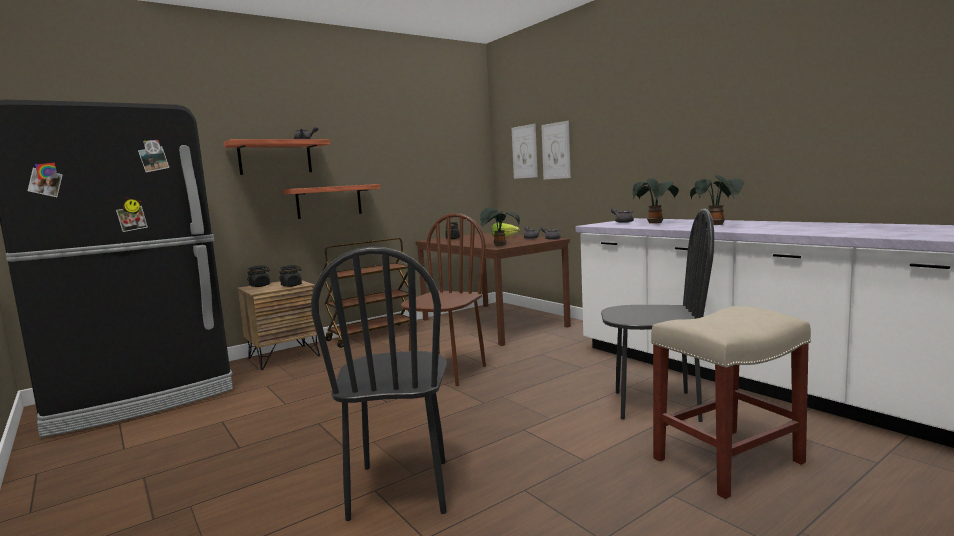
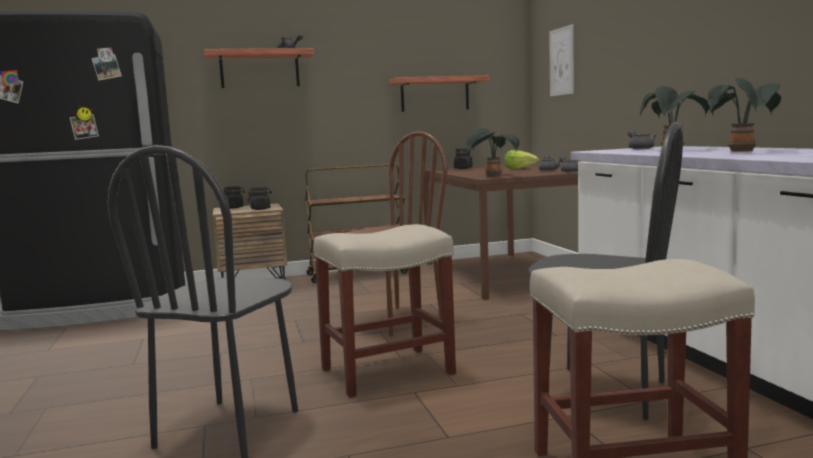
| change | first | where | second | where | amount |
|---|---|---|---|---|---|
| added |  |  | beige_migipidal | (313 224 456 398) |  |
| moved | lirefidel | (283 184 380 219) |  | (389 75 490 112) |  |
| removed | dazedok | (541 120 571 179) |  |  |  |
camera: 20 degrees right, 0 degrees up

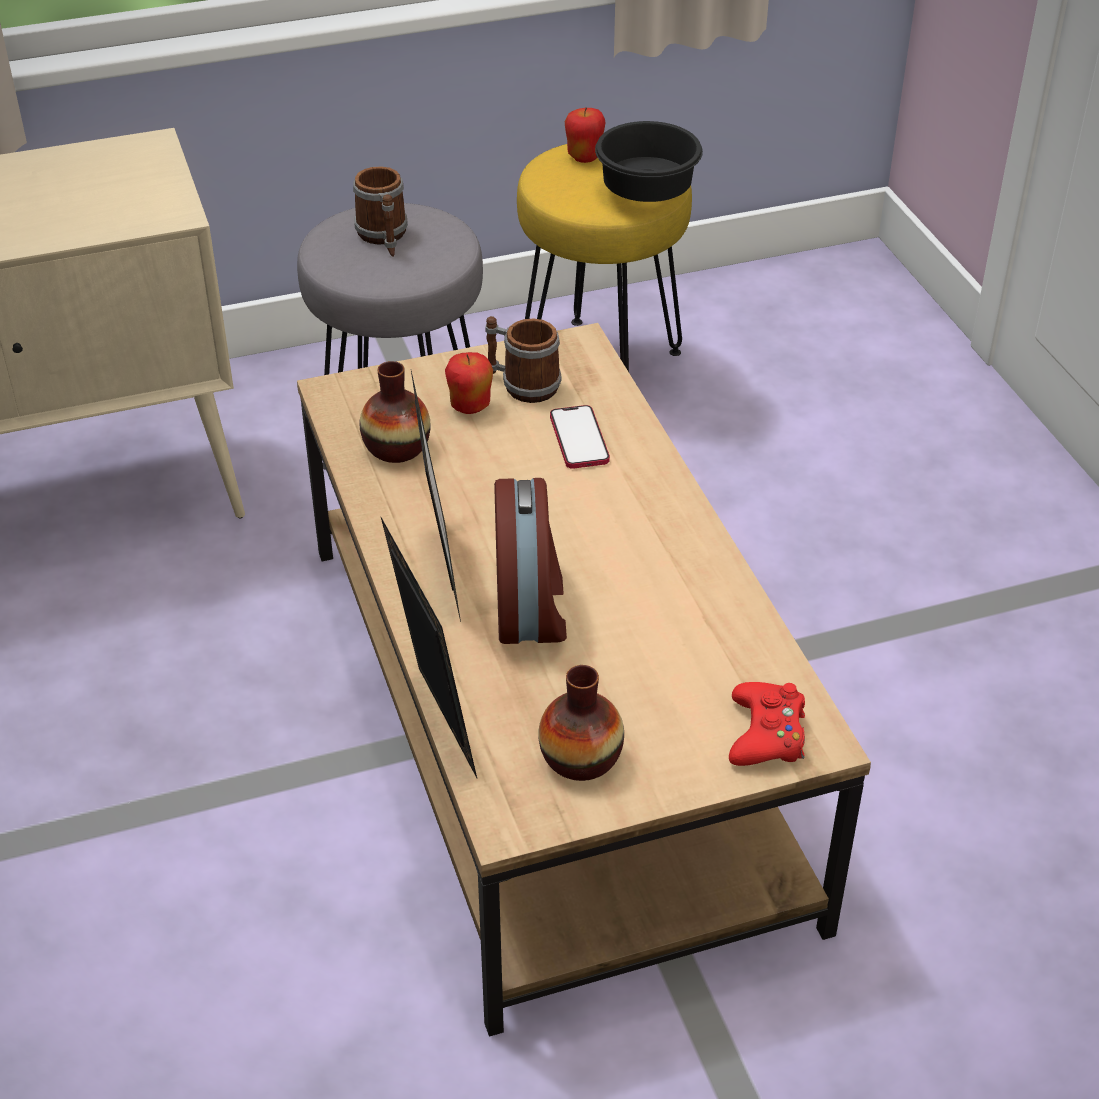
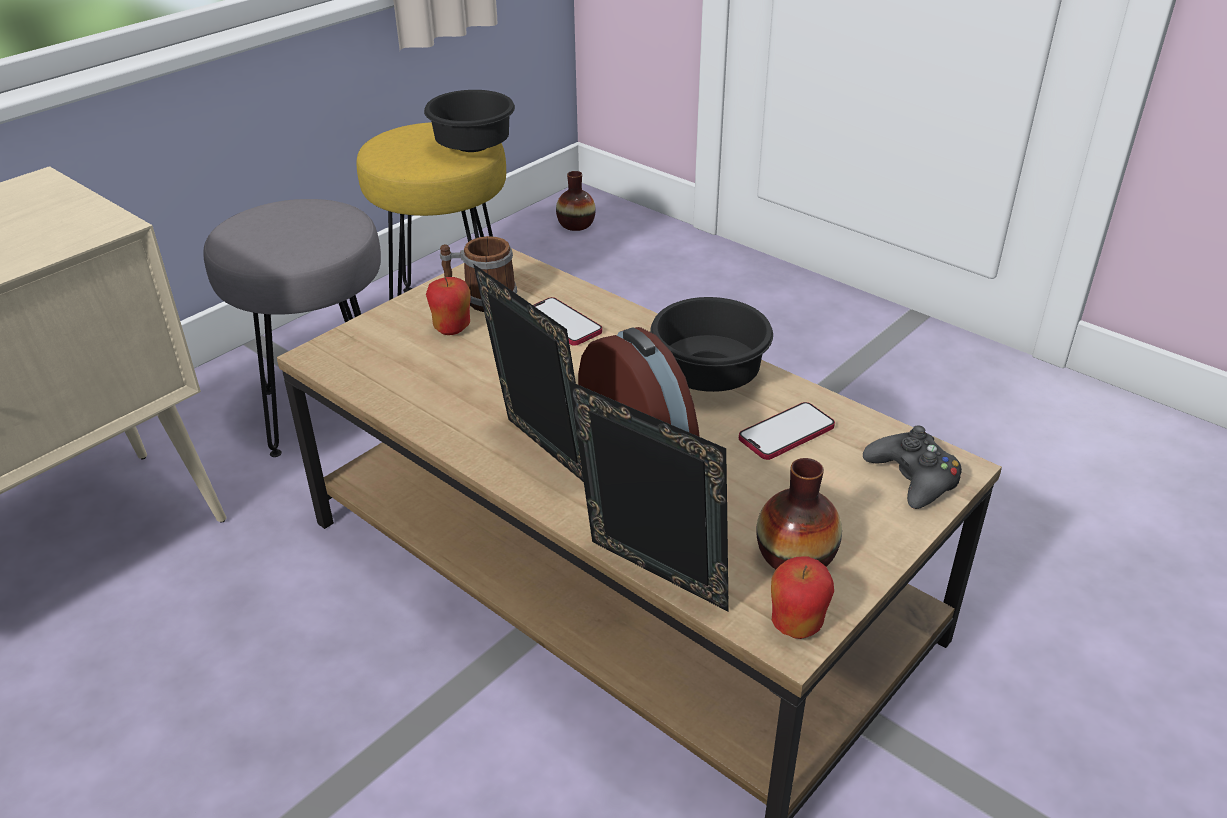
| change | first | where | second | where | amount |
|---|---|---|---|---|---|
| moved | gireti | (360 361 431 463) |  | (556 171 596 231) |  |
| added |  |  | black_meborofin | (650 297 773 392) |  |
| added |  |  | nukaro | (739 402 835 460) |  |
| moved | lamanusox | (565 107 606 163) |  | (771 557 834 639) |  |
| recoloured | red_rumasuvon | (729 682 805 766) | black_rumasuvon | (863 426 962 509) |  |
| removed | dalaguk | (353 166 408 257) |  |  |  |
camera: 30 degrees left, 5 degrees down

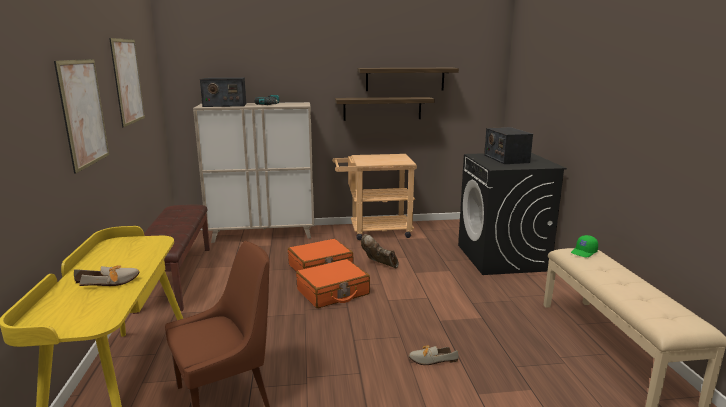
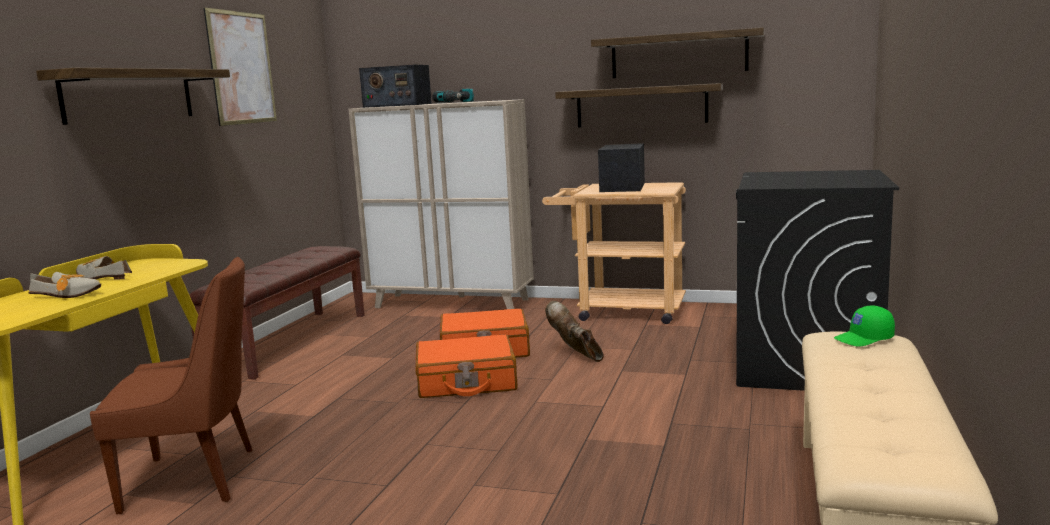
| change | first | where | second | where | amount |
|---|---|---|---|---|---|
| replaced | dazedok | (54 59 109 174) | lirefidel | (36 68 230 125) |  |
| moved | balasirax | (409 345 459 365) |  | (76 256 132 280) |  |
| moved | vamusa | (484 127 533 164) |  | (598 143 645 192) |  |
camera: 25 degrees right, 5 degrees down

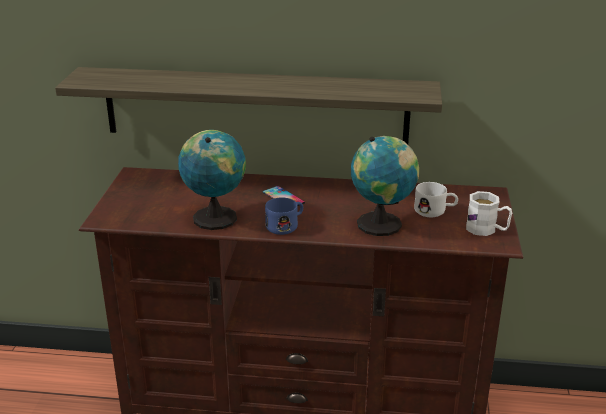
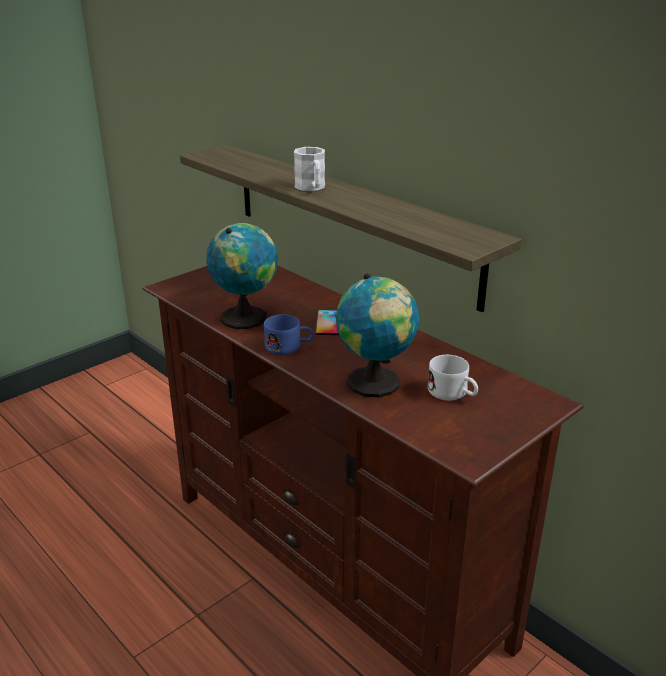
| change | first | where | second | where | amount |
|---|---|---|---|---|---|
| moved | white_dalaguk | (466 191 512 236) |  | (294 147 325 191) |  |
camera: 40 degrees right, 0 degrees up

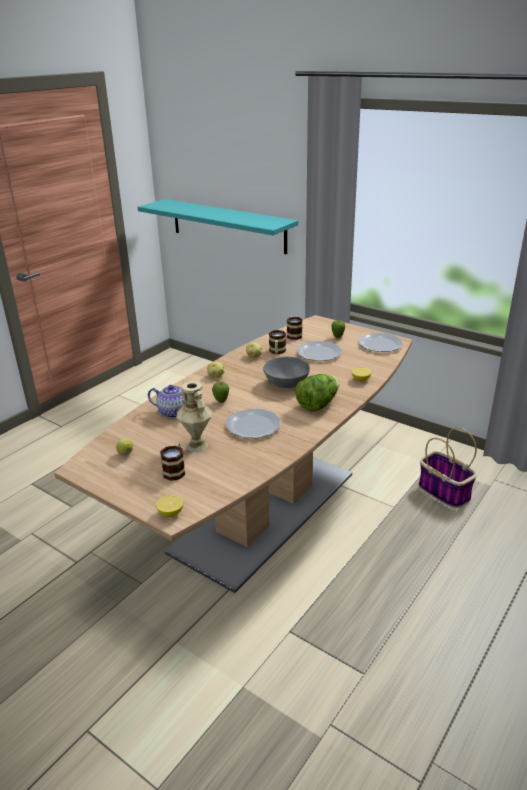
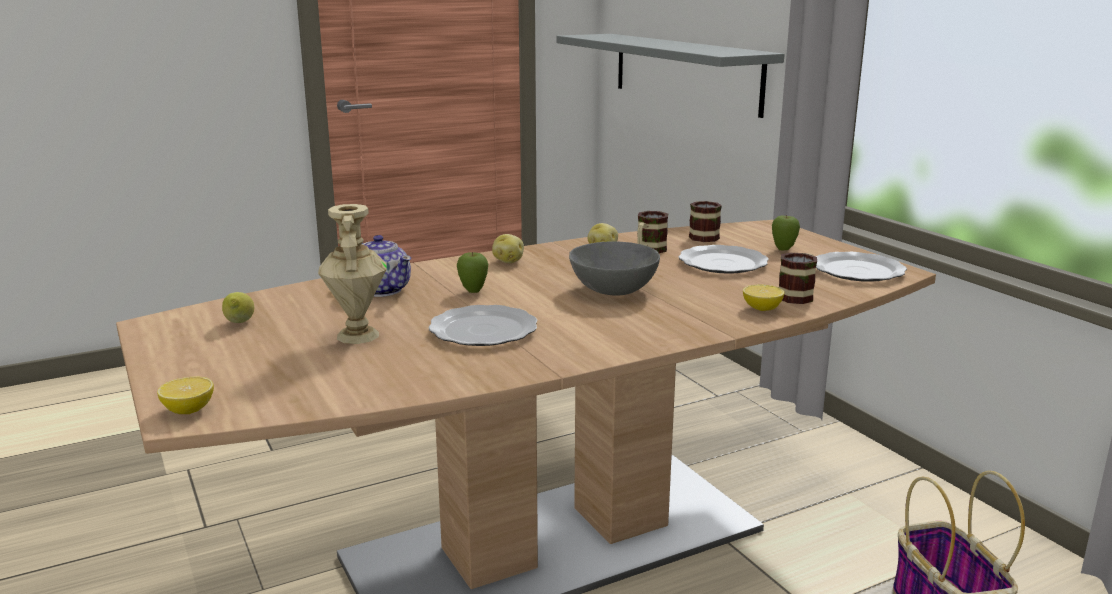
| change | first | where | second | where | amount |
|---|---|---|---|---|---|
| recoloured | turquoise_lirefidel | (138 199 298 254) | grey_lirefidel | (556 34 785 118) |  |
| moved | dalaguk | (160 443 185 481) |  | (779 252 817 304) |  |
| removed | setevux | (295 374 339 412) |  |  |  |
camera: 25 degrees right, 10 degrees down

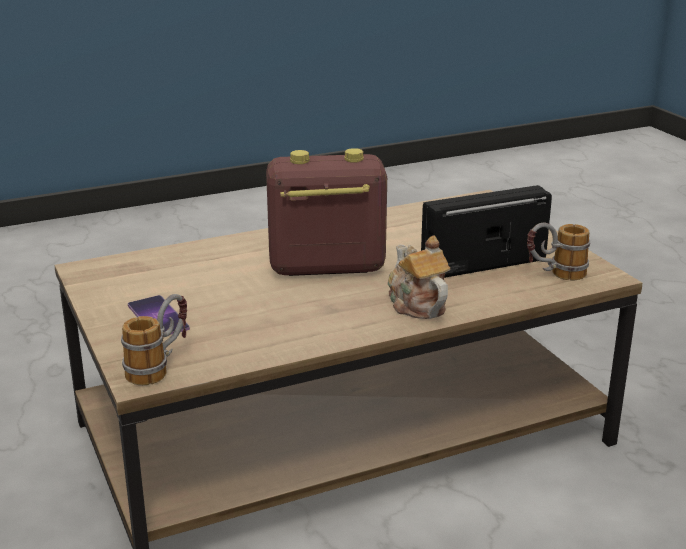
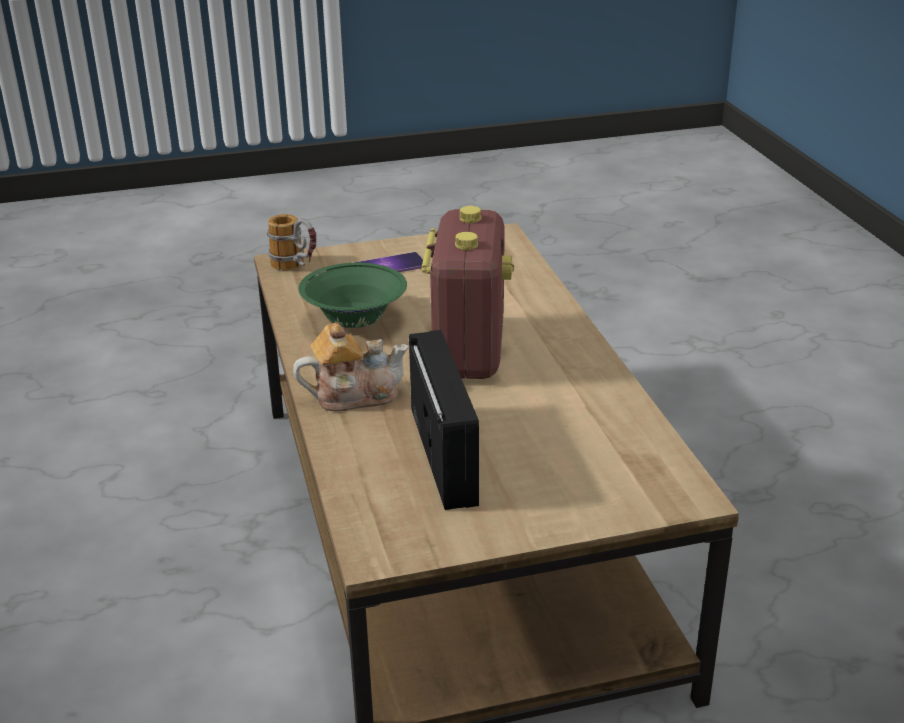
| change | first | where | second | where | amount |
|---|---|---|---|---|---|
| added |  |  | green_meborofin | (298 263 407 328) |  |
| removed | dalaguk | (527 223 590 280) |  |  |  |
camera: 100 degrees right, 5 degrees up

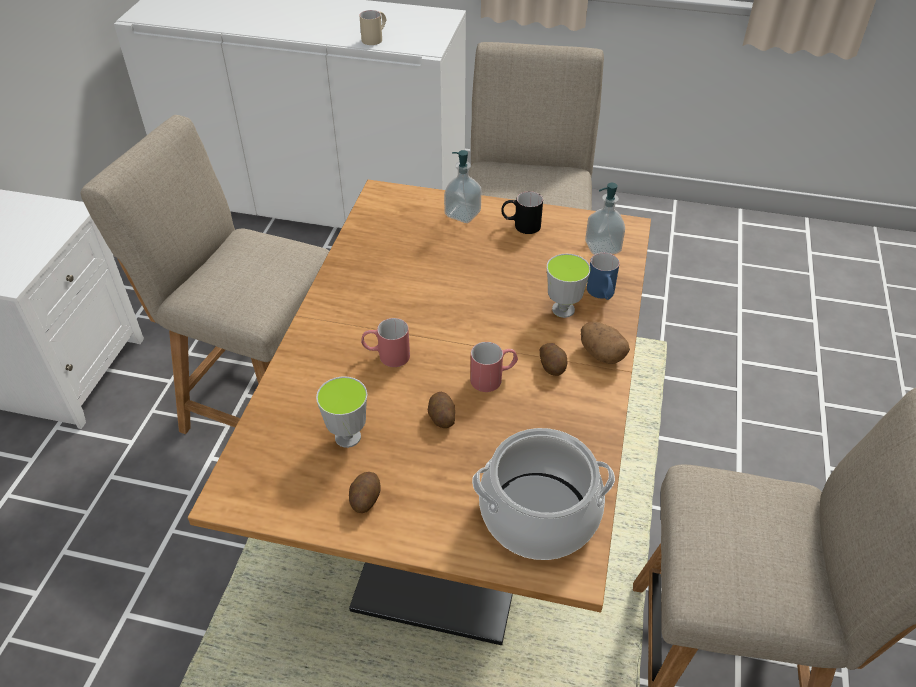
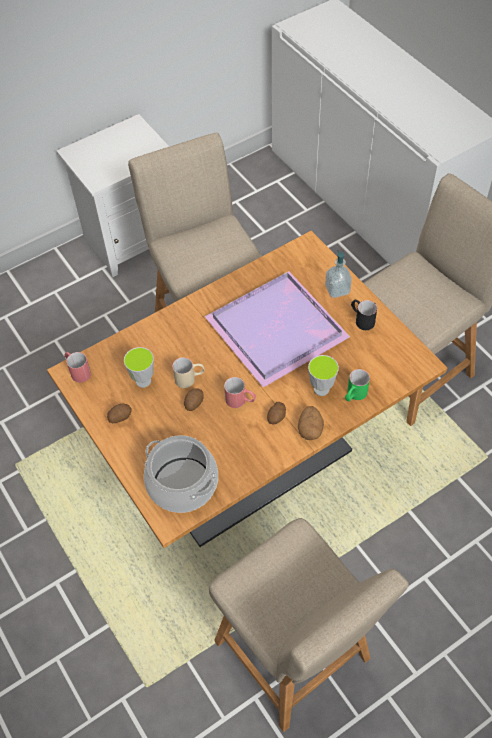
| change | first | where | second | where | amount |
|---|---|---|---|---|---|
| moved | red_dalaguk | (361 318 410 367) |  | (64 352 91 383) |  |
| moved | beige_dalaguk | (359 10 386 45) |  | (173 357 205 388) |  |
| added |  |  | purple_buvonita | (204 271 350 388) |  |
| recoloured | blue_dalaguk | (587 253 620 300) | green_dalaguk | (345 369 370 401) |  |
| removed | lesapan | (585 183 625 255) |  |  |  |
camera: 45 degrees right, 10 degrees up

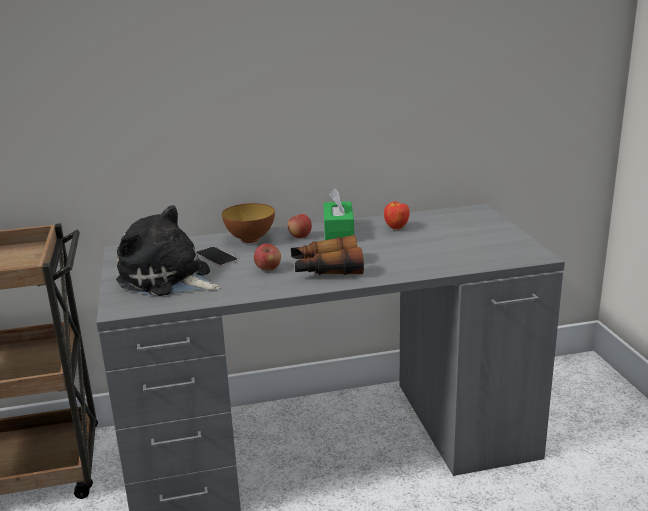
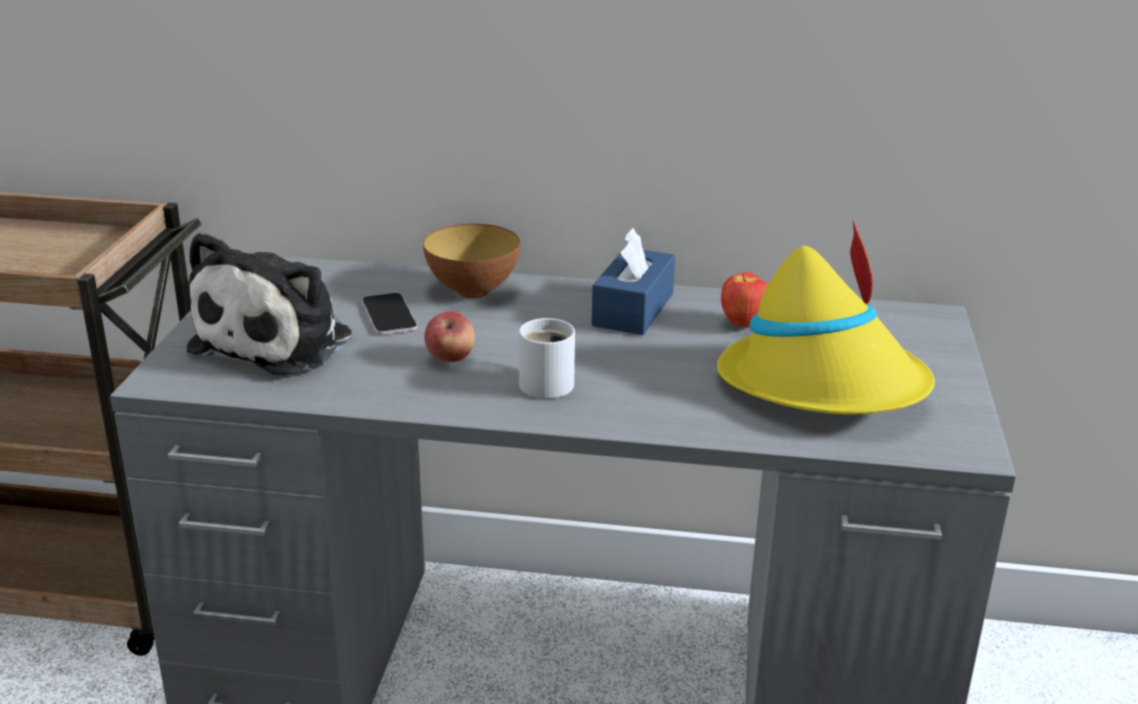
| change | first | where | second | where | amount |
|---|---|---|---|---|---|
| turned | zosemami | (116 205 221 296) |  | (187 232 352 375) | 120 degrees counterclockwise |
| replaced | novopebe | (291 235 364 275) | white_dalaguk | (519 318 575 399) |  |
| recoloured | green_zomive | (323 188 354 240) | blue_zomive | (591 227 675 335) |  |
| added |  |  | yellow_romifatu | (717 220 935 415) |  |
| removed | lamanusox | (287 214 312 238) |  |  |  |
camera: 20 degrees right, 5 degrees up

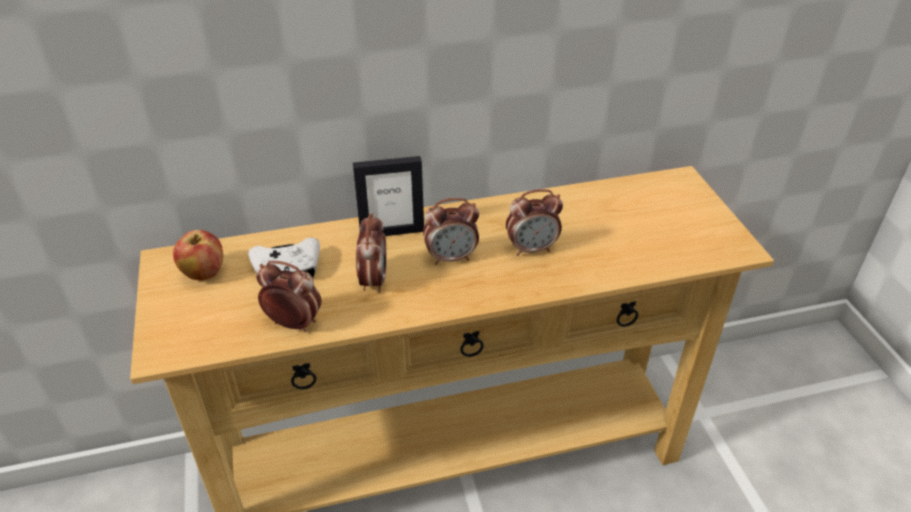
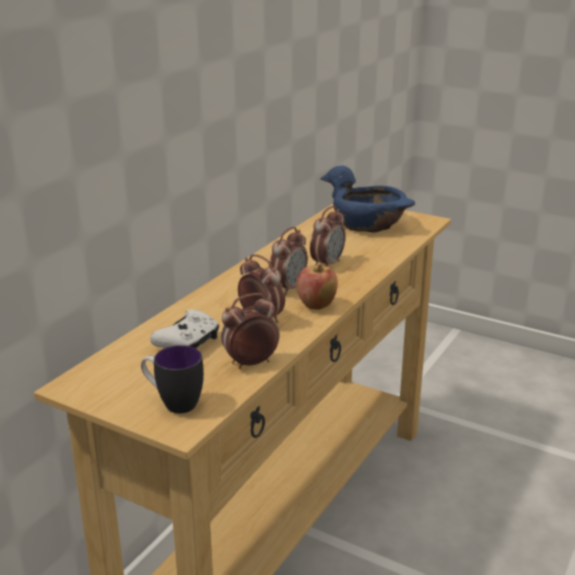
| change | first | where | second | where | amount |
|---|---|---|---|---|---|
| added |  |  | dalaguk | (141 345 204 414) |  |
| moved | lamanusox | (173 230 223 280) |  | (296 264 338 310) |  |
| added |  |  | blue_meborofin | (320 166 415 233) |  |
| removed | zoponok | (353 156 424 236) |  |  |  |
camera: 45 degrees left, 15 degrees down

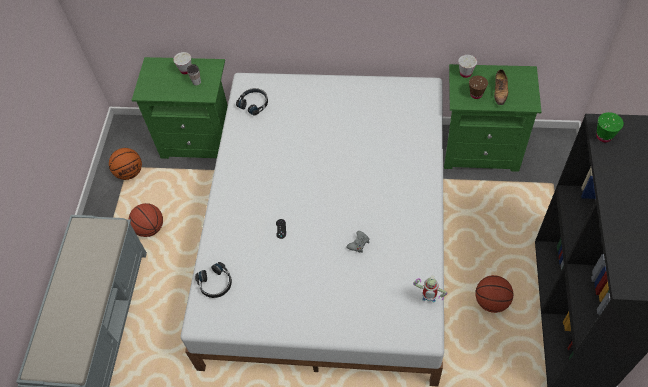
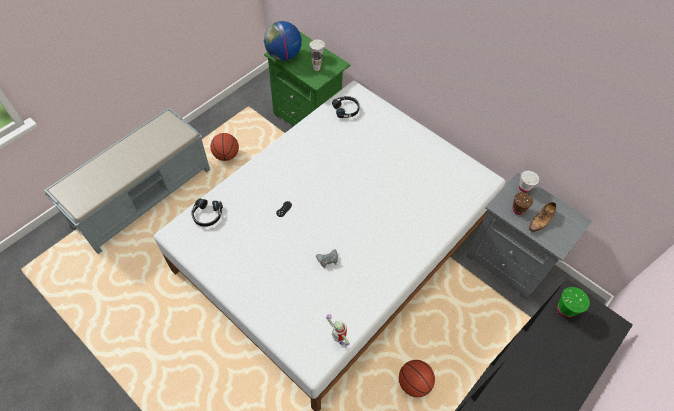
| change | first | where | second | where | amount |
|---|---|---|---|---|---|
| added |  |  | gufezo | (264 21 302 61) |  |
| recoloured | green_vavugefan | (444 64 541 172) | grey_vavugefan | (466 172 593 300) |  |
| removed | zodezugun | (109 148 142 180) |  |  |  |
camera: 30 degrees right, 0 degrees up

